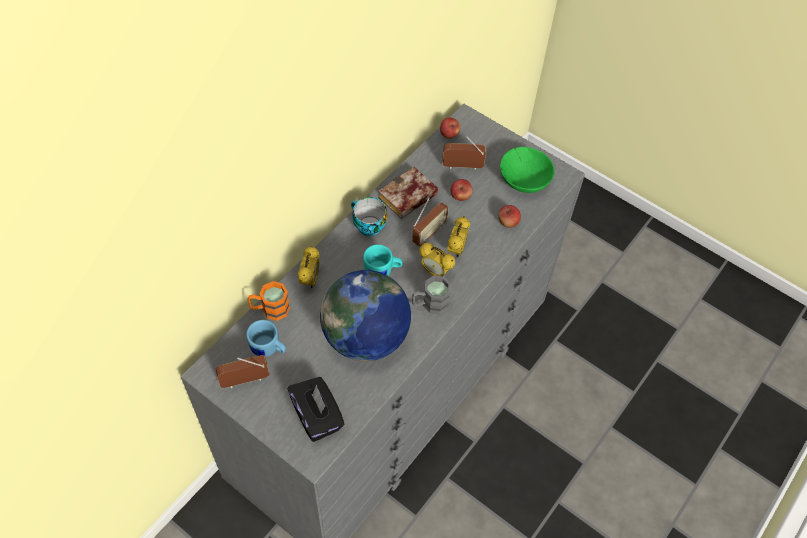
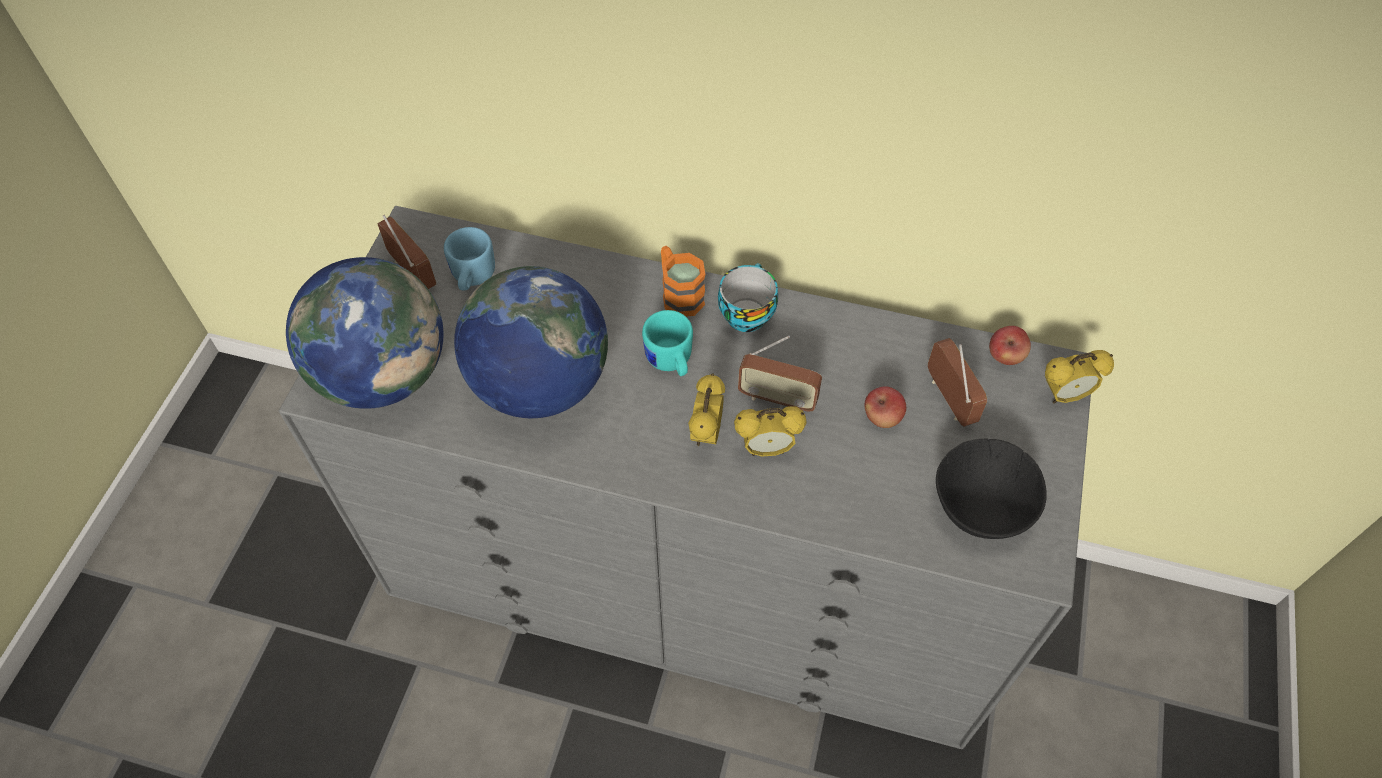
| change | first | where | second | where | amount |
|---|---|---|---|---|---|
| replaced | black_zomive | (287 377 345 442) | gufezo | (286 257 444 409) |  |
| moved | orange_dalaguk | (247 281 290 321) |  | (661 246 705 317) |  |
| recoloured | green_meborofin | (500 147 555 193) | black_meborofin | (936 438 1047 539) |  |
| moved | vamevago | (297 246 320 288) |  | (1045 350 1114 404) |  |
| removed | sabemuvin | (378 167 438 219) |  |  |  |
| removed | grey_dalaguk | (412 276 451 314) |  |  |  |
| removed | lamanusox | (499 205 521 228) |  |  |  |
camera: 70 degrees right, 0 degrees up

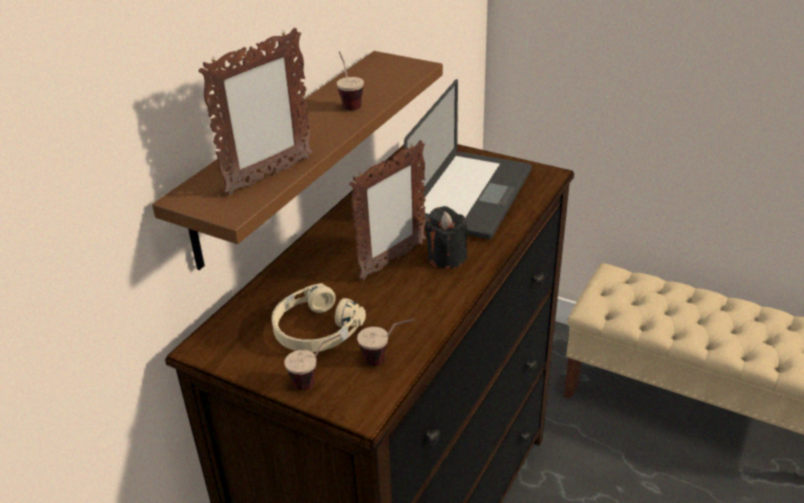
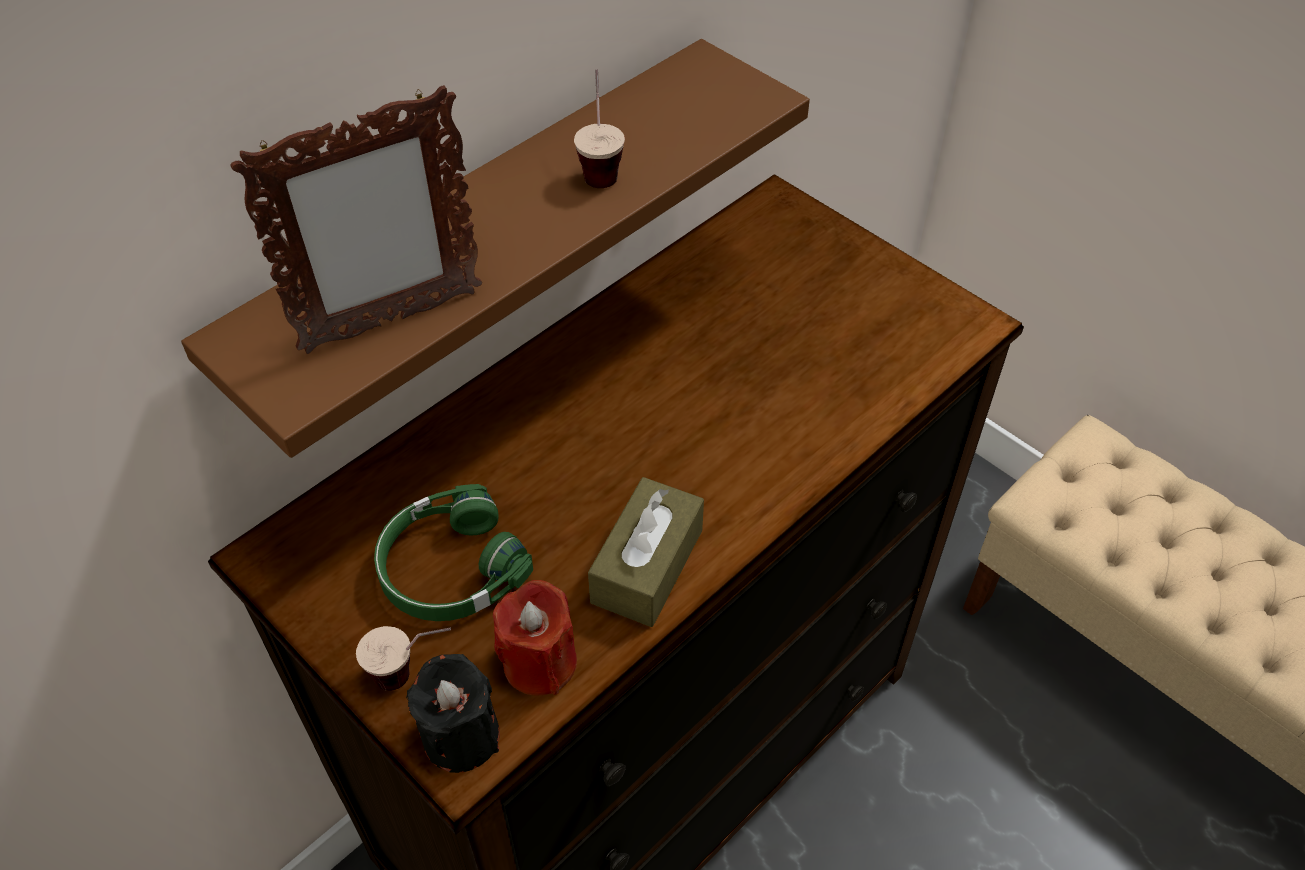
| change | first | where | second | where | amount |
|---|---|---|---|---|---|
| recoloured | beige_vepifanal | (272 283 366 352) | green_vepifanal | (374 484 533 621) |  |
| moved | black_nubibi | (426 206 468 269) |  | (406 654 500 773) |  |
| replaced | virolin | (357 318 414 366) | red_nubibi | (493 580 577 696) |  |
| added |  |  | brown_zomive | (588 477 704 627) |  |
| removed | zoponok | (349 140 426 281) |  |  |  |
| removed | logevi | (404 79 532 239) |  |  |  |
camera: 15 degrees right, 15 degrees up

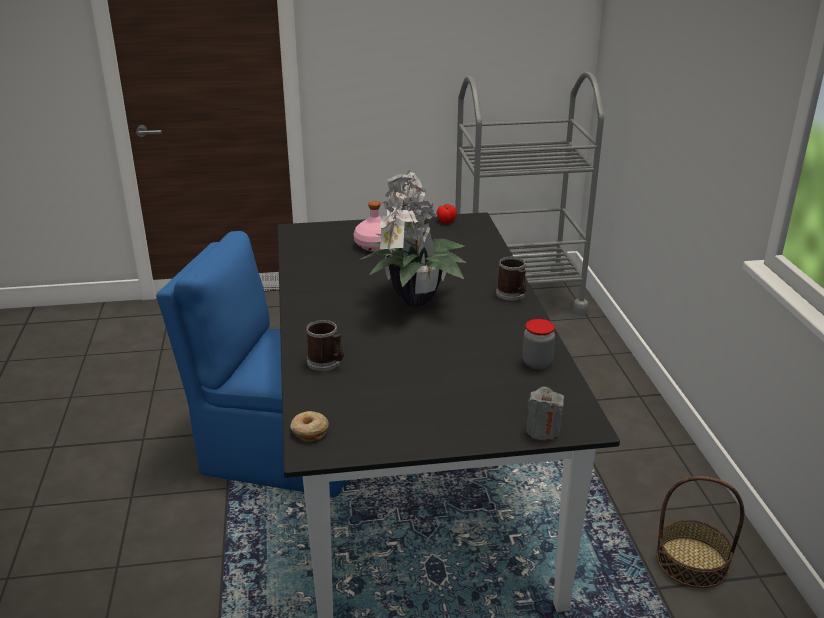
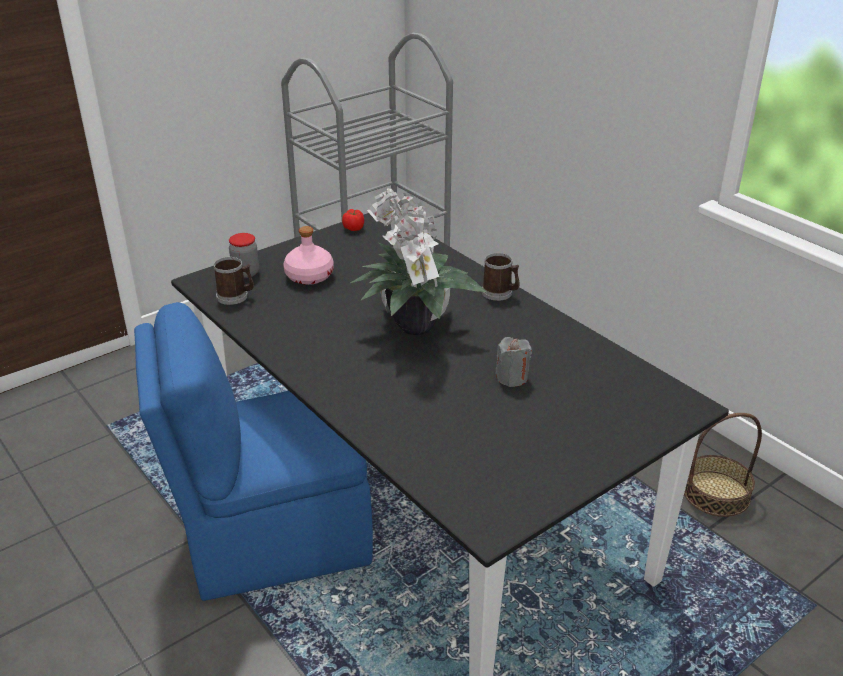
| change | first | where | second | where | amount |
|---|---|---|---|---|---|
| moved | dalaguk | (306 320 344 371) |  | (213 257 254 305) |  |
| moved | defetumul | (522 319 555 369) |  | (229 233 259 278) |  |
| moved | grey_nubibi | (526 387 564 441) |  | (495 337 532 387) |  |
| removed | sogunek | (290 411 329 442) |  |  |  |
camera: 30 degrees left, 5 degrees up

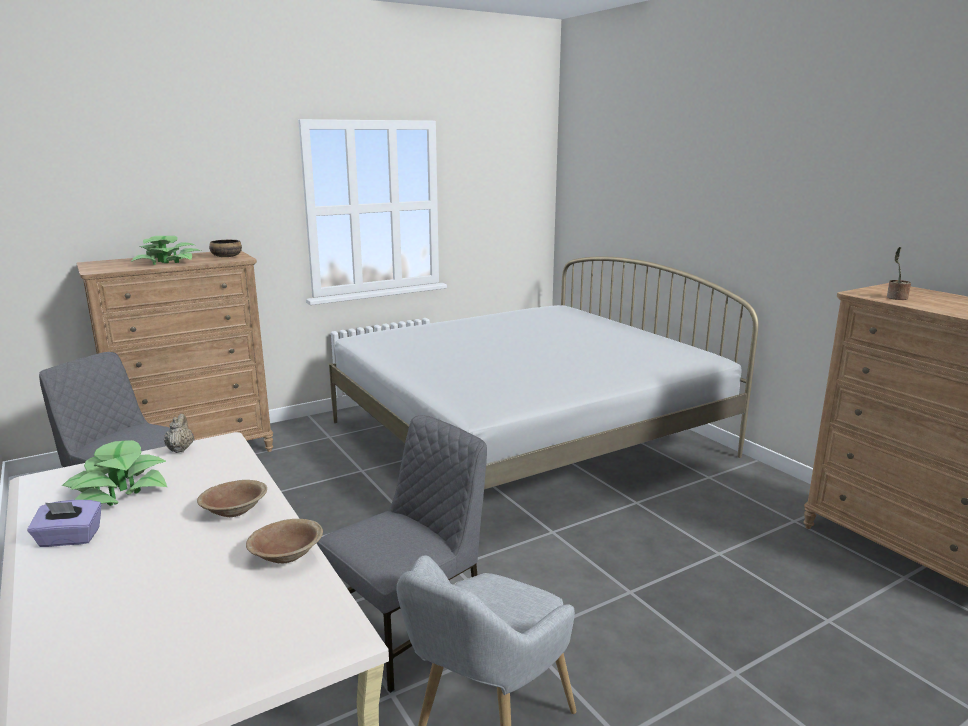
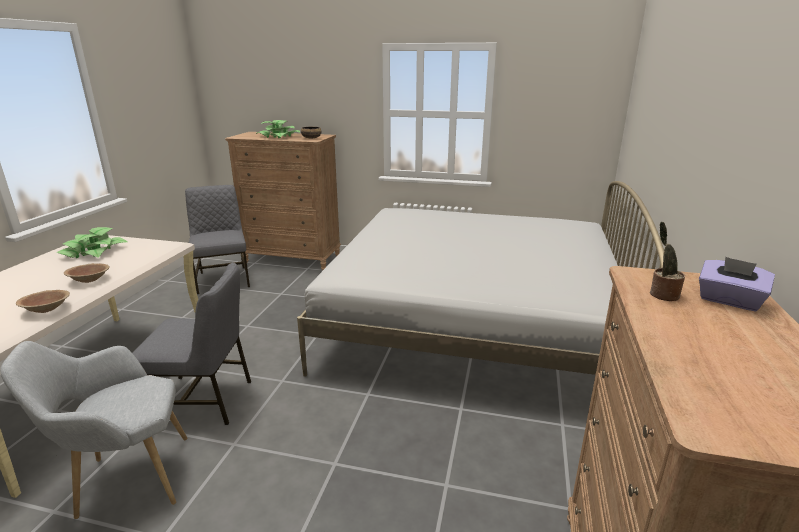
| change | first | where | second | where | amount |
|---|---|---|---|---|---|
| moved | purple_zomive | (27 500 102 547) |  | (699 257 775 311) |  |
| removed | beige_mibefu | (164 414 194 453) |  |  |  |
camera: 45 degrees right, 5 degrees up

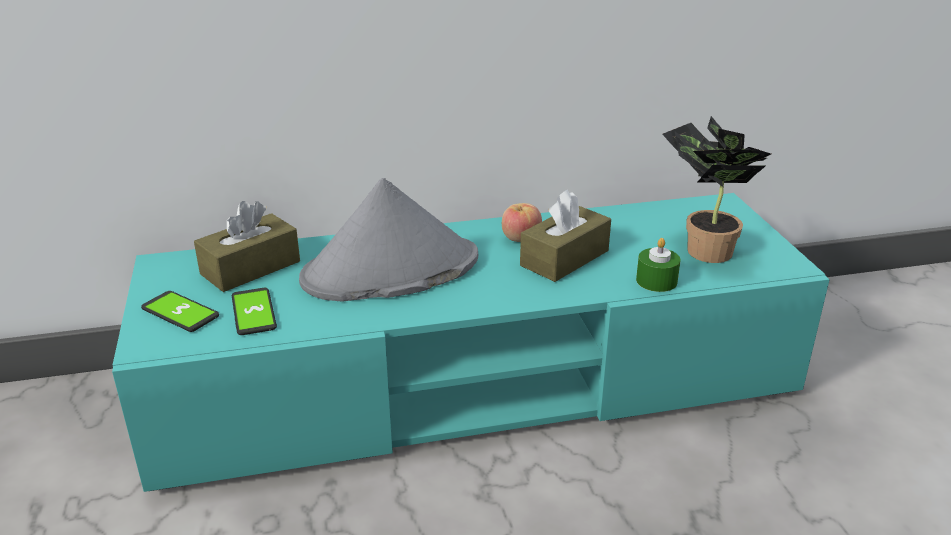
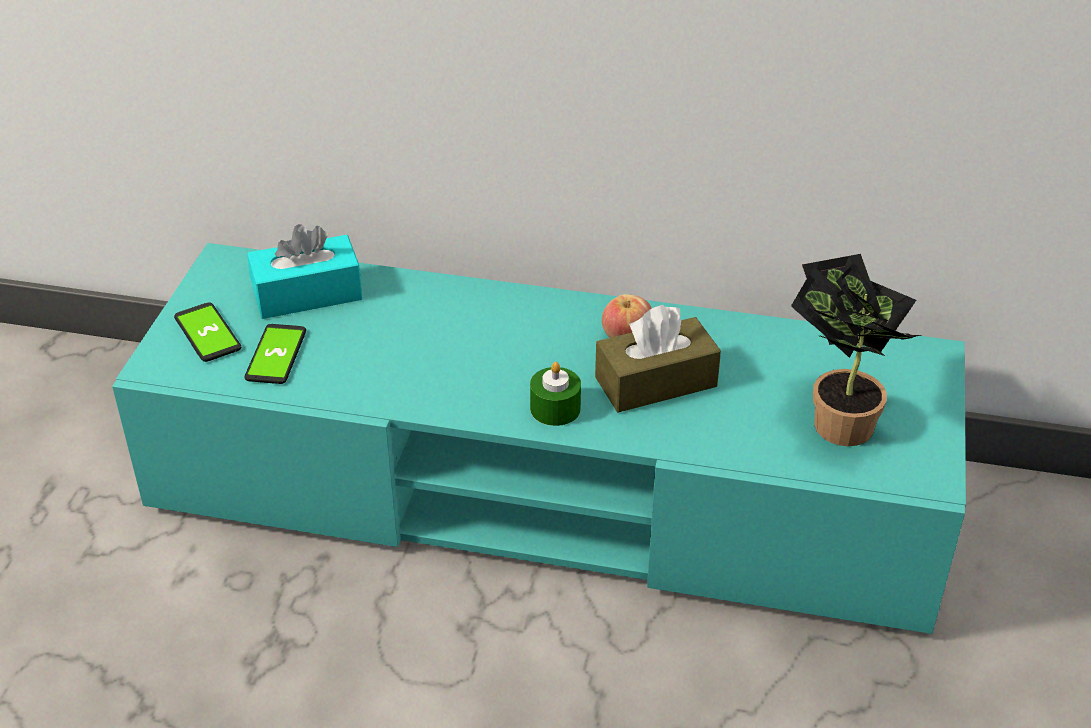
| change | first | where | second | where | amount |
|---|---|---|---|---|---|
| recoloured | brown_zomive | (194 201 300 292) | turquoise_zomive | (247 224 363 319) |  |
| moved | green_nubibi | (636 238 681 292) |  | (530 362 581 426) |  |
| removed | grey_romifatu | (299 178 478 301) |  |  |  |
camera: 25 degrees right, 10 degrees up

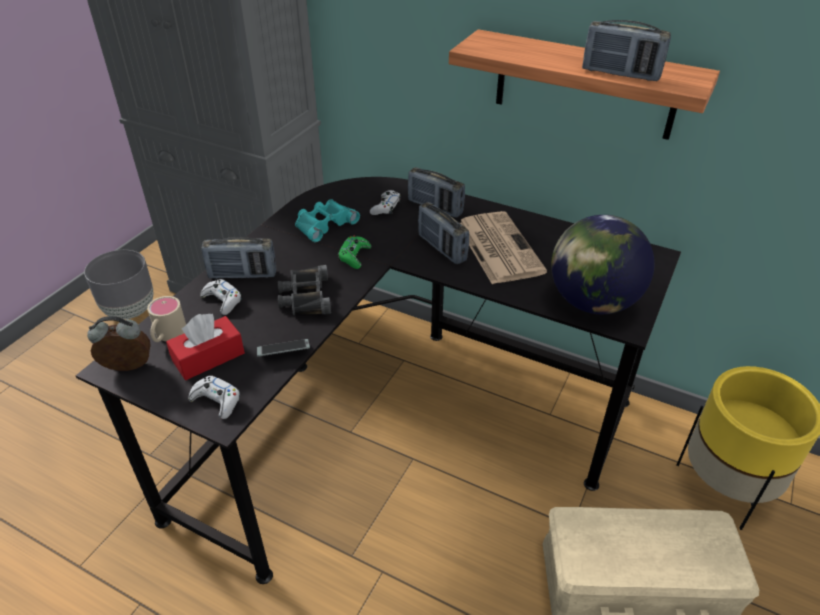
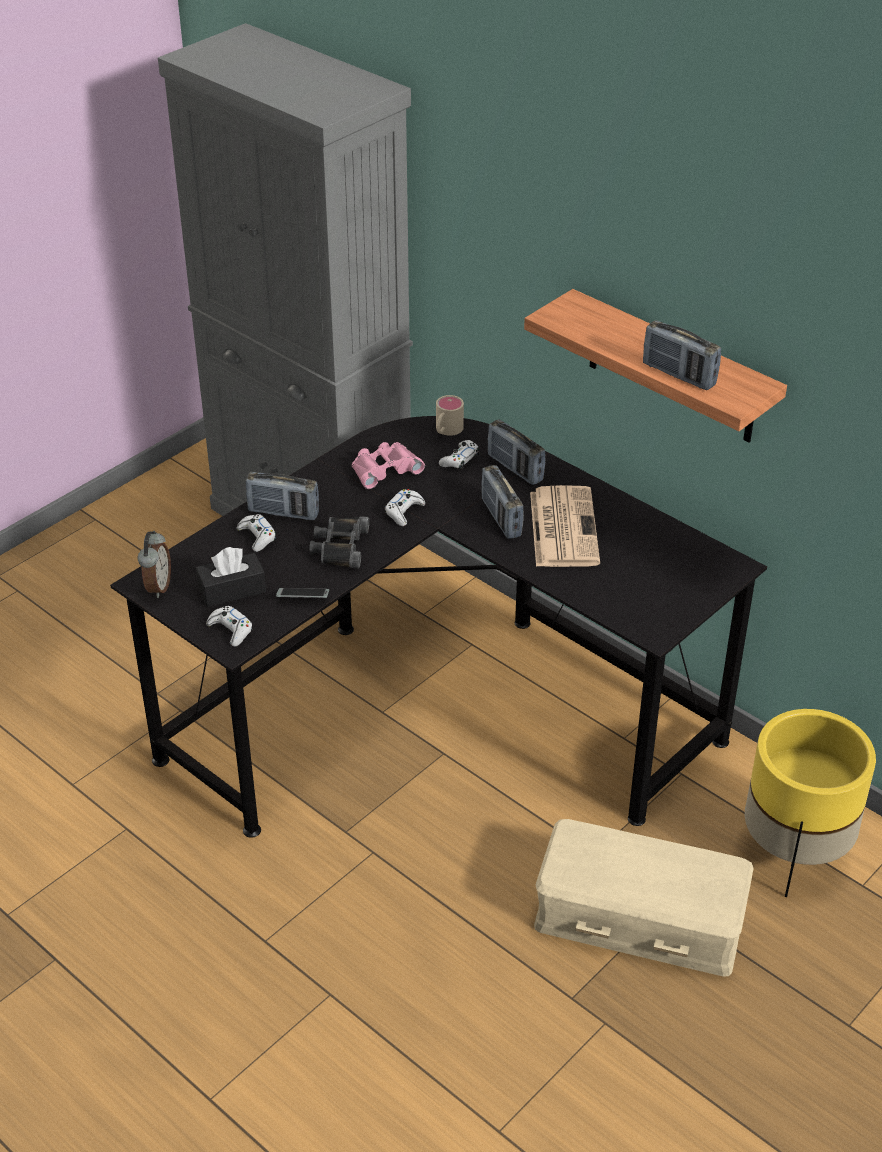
| change | first | where | second | where | amount |
|---|---|---|---|---|---|
| turned | vamevago | (87 316 151 371) |  | (138 531 171 598) | 90 degrees clockwise |
| recoloured | red_zomive | (166 314 245 380) | black_zomive | (196 547 266 607) |  |
| recoloured | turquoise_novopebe | (295 199 360 243) | pink_novopebe | (352 442 425 489) |  |
| recoloured | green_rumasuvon | (338 236 371 269) | white_rumasuvon | (384 489 425 526) |  |
| moved | beige_dalaguk | (147 296 186 342) |  | (436 395 464 436) |  |
| removed | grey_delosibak | (84 250 153 319) |  |  |  |
| removed | gufezo | (551 215 655 314) |  |  |  |
camera: 15 degrees right, 0 degrees up

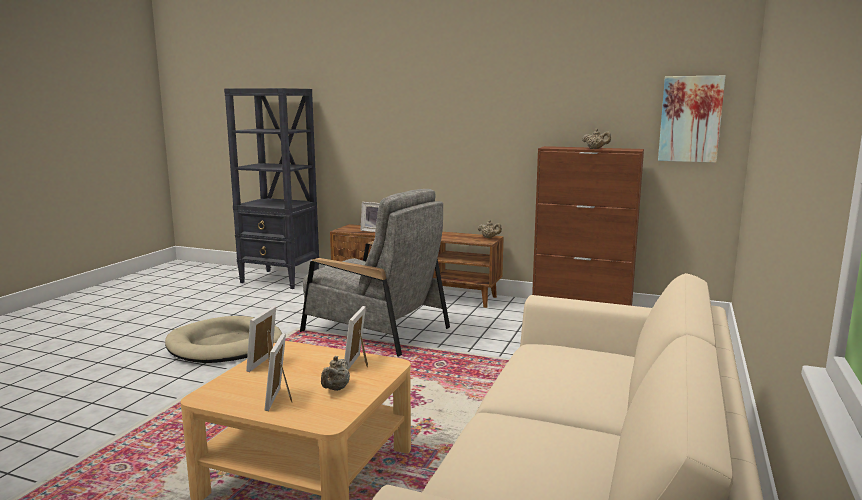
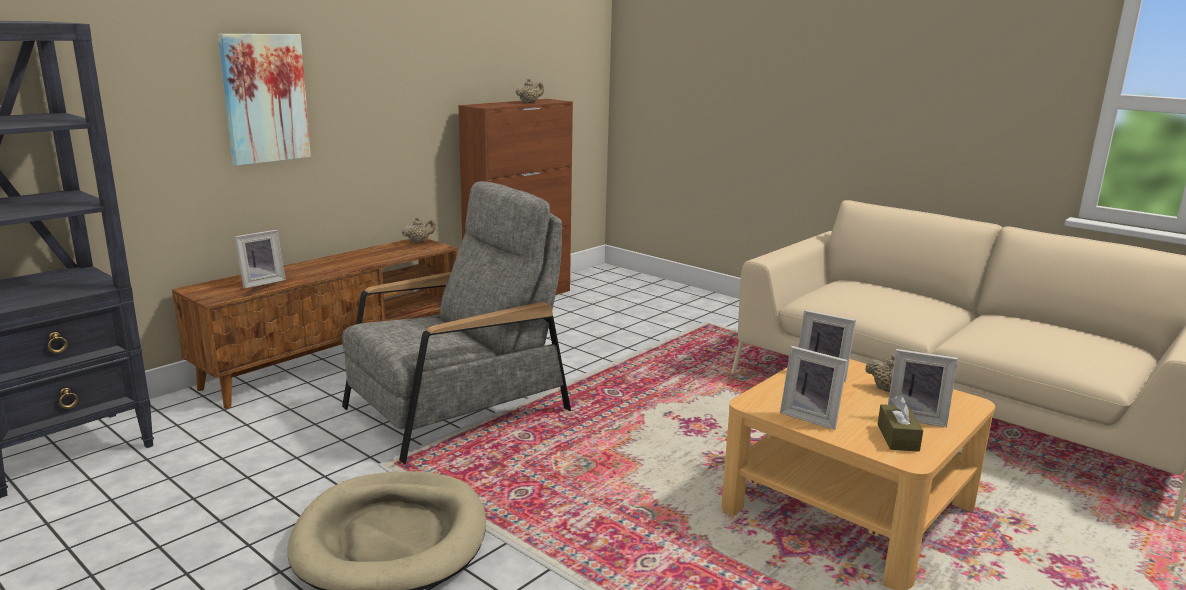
| change | first | where | second | where | amount |
|---|---|---|---|---|---|
| moved | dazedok | (658 76 725 163) |  | (218 34 311 166) |  |
| added |  |  | brown_zomive | (878 395 923 452) |  |
camera: 70 degrees left, 5 degrees up

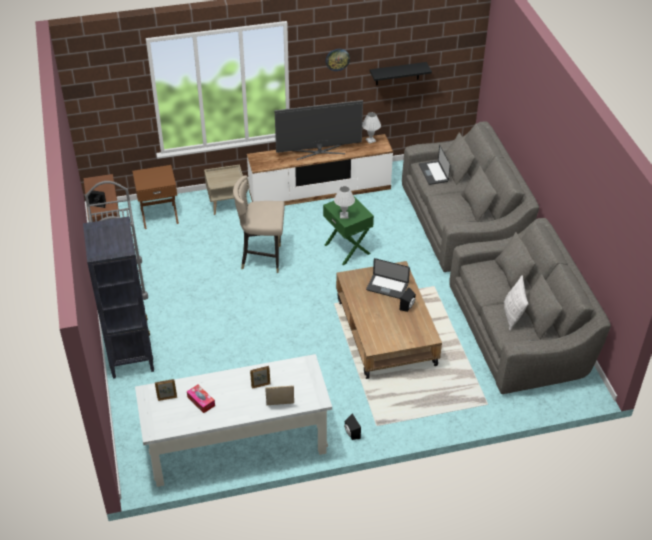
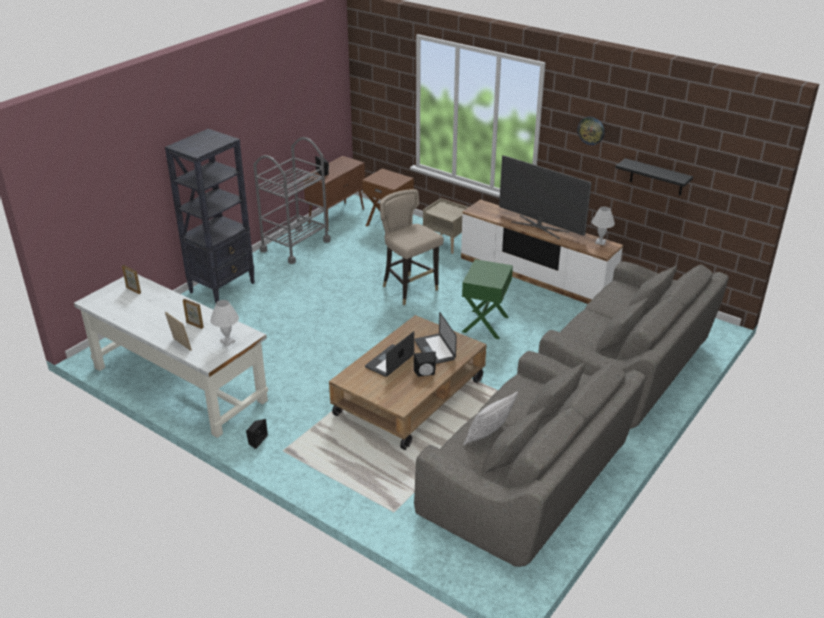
| change | first | where | second | where | amount |
|---|---|---|---|---|---|
| moved | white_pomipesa | (334 186 355 219) |  | (210 300 239 346) |  |
| moved | logevi | (419 145 450 185) |  | (365 331 414 377) |  |
| removed | zomive | (187 384 215 413) |  |  |  |
camera: 50 degrees right, 10 degrees down

